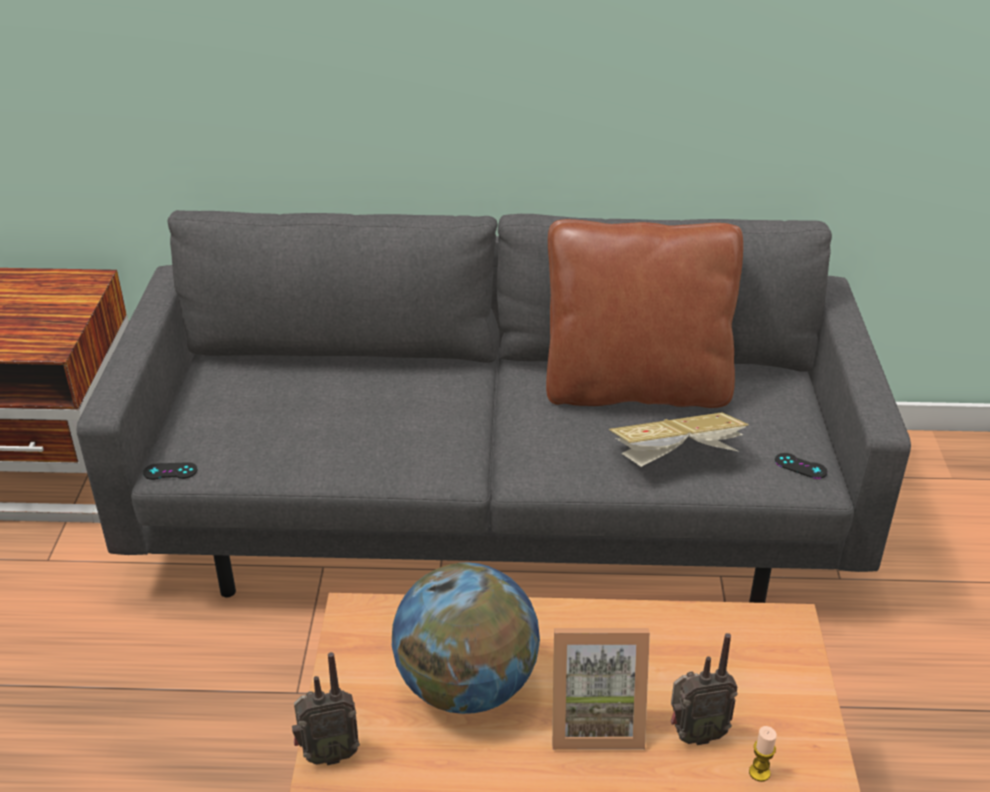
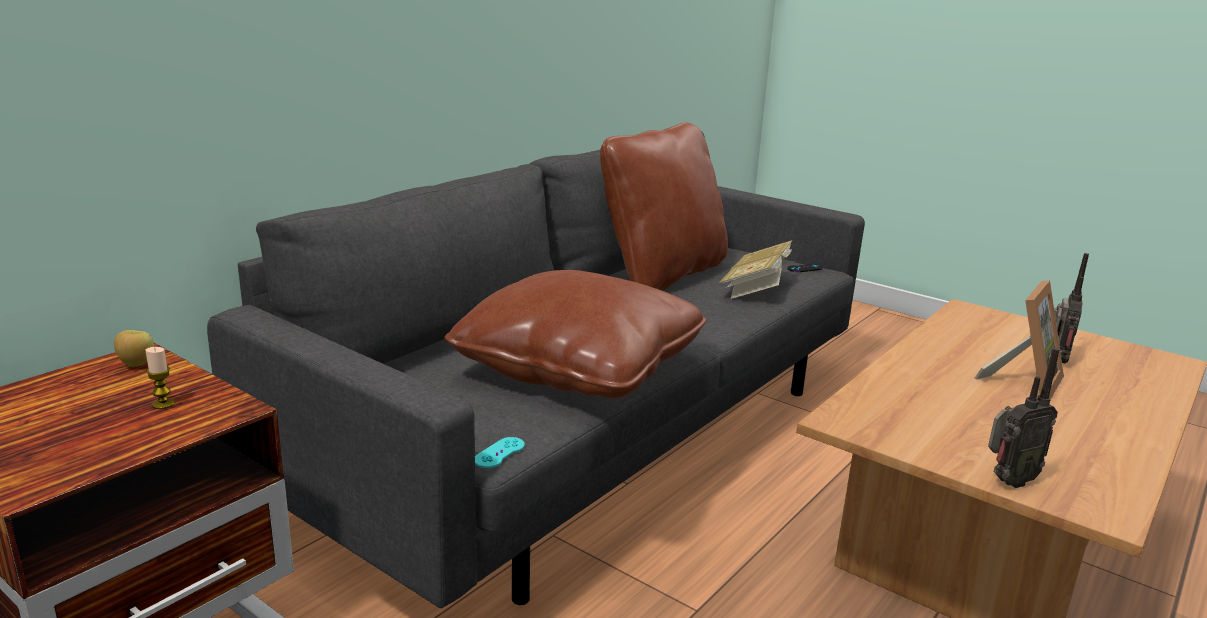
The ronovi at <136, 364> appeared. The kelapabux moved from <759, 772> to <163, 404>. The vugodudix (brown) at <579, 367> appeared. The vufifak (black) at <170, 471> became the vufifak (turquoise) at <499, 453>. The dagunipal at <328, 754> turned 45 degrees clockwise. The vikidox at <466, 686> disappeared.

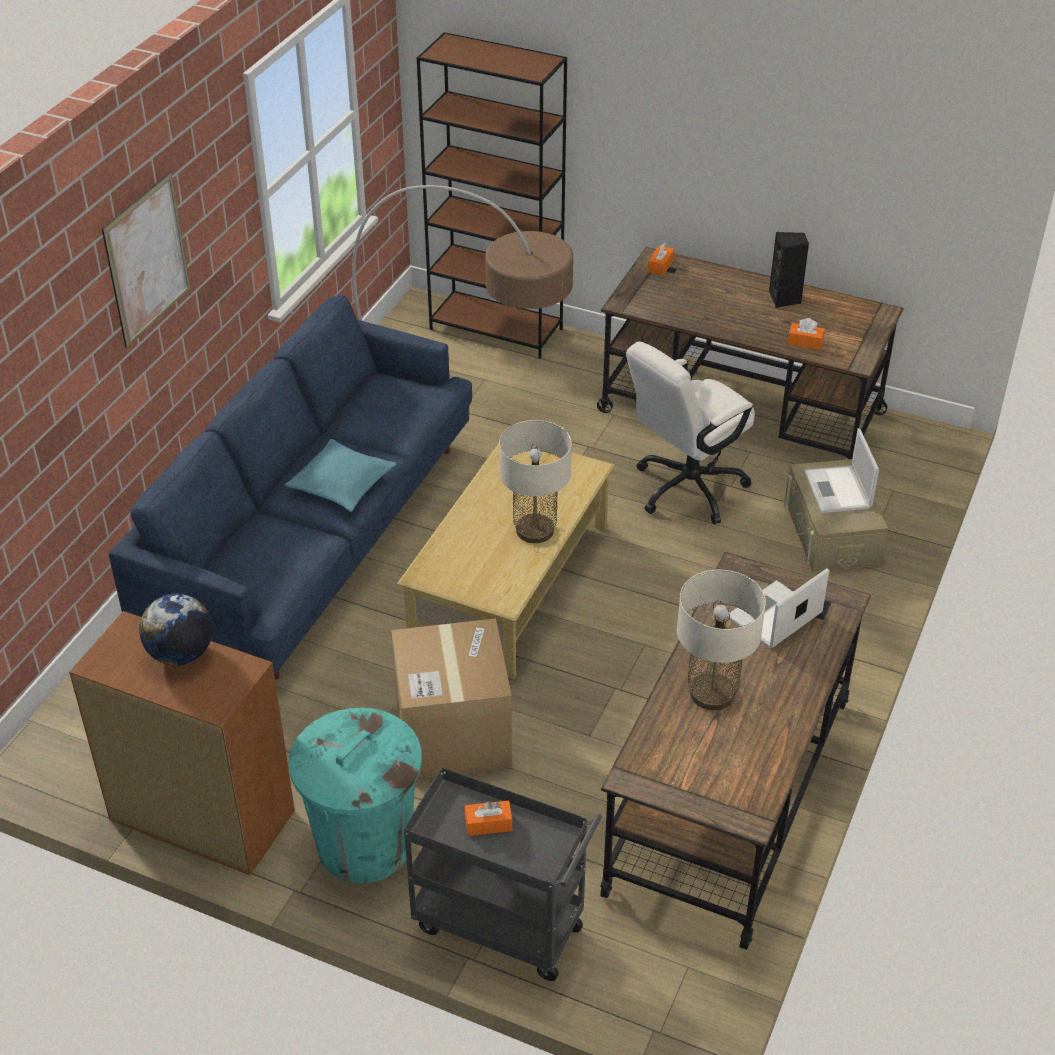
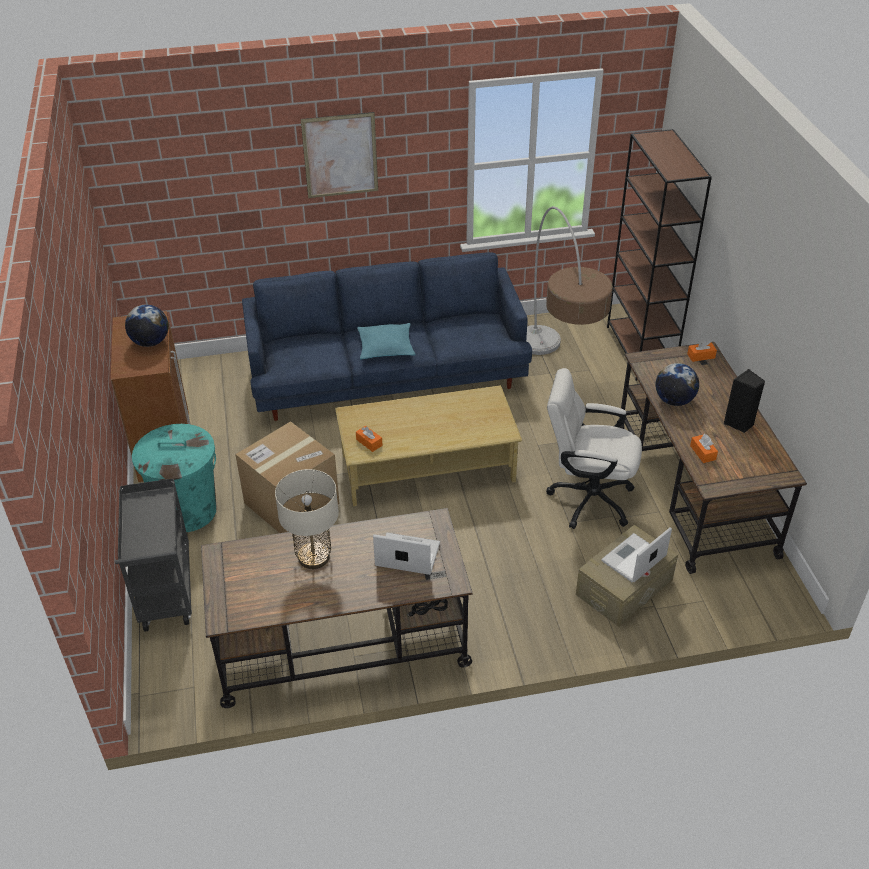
The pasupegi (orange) moved from <488, 824> to <369, 442>. The vikidox at <674, 400> appeared. The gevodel at <534, 530> disappeared.

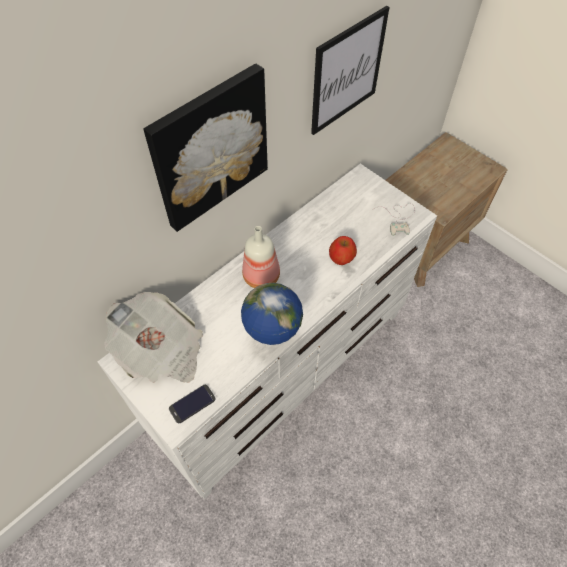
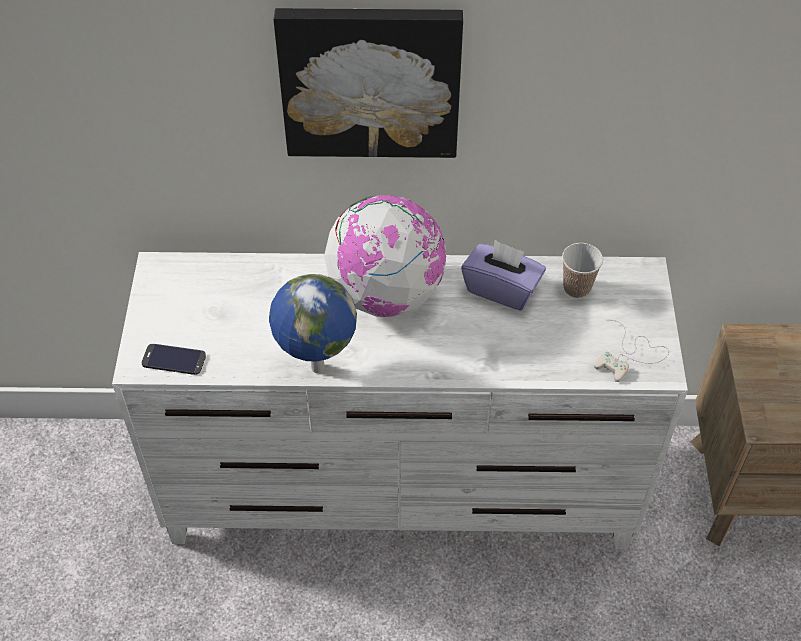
The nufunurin at <262, 275> was replaced by the vikidox at <386, 294>. The pasupegi (purple) at <501, 289> appeared. The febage at <577, 288> appeared. The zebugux at <161, 351> disappeared. The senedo at <347, 72> disappeared. The ronovi at <341, 257> disappeared.

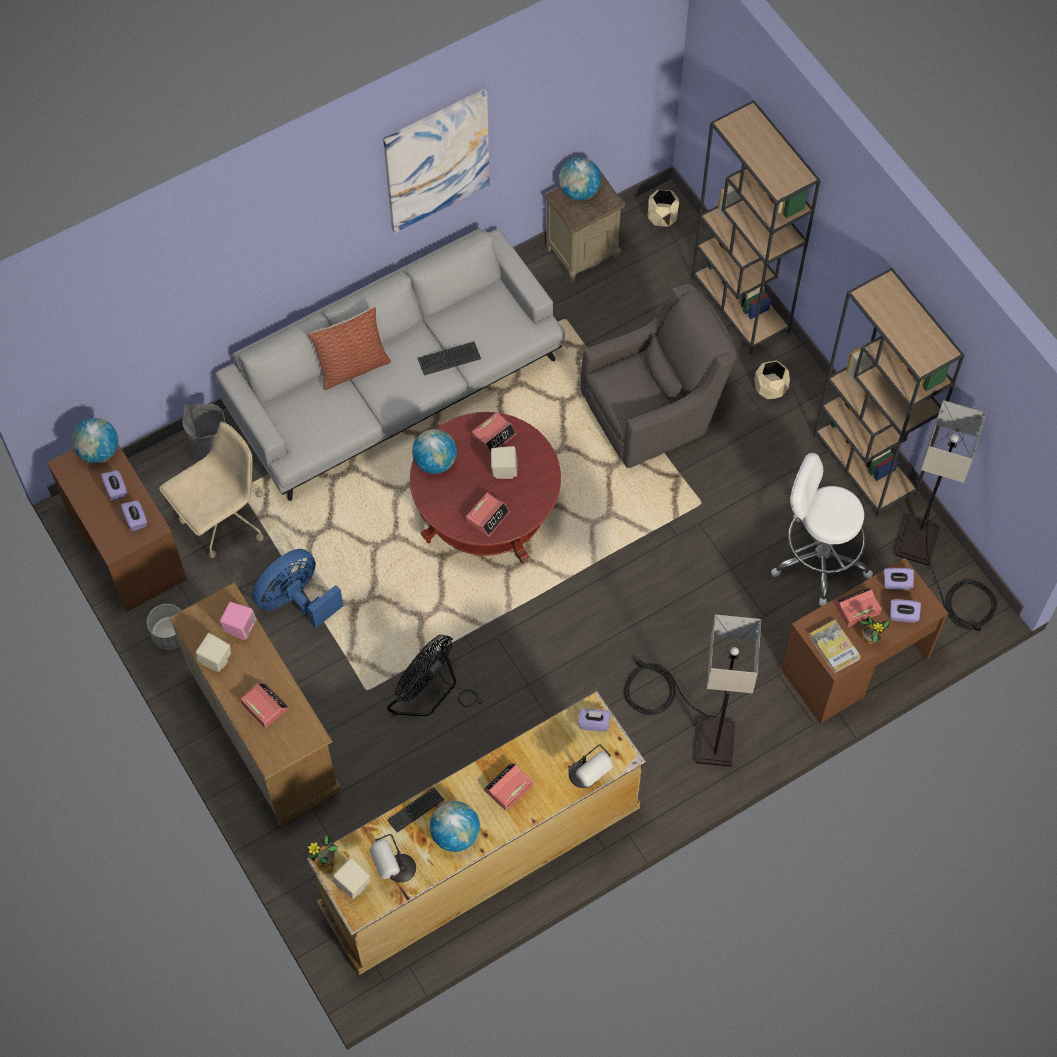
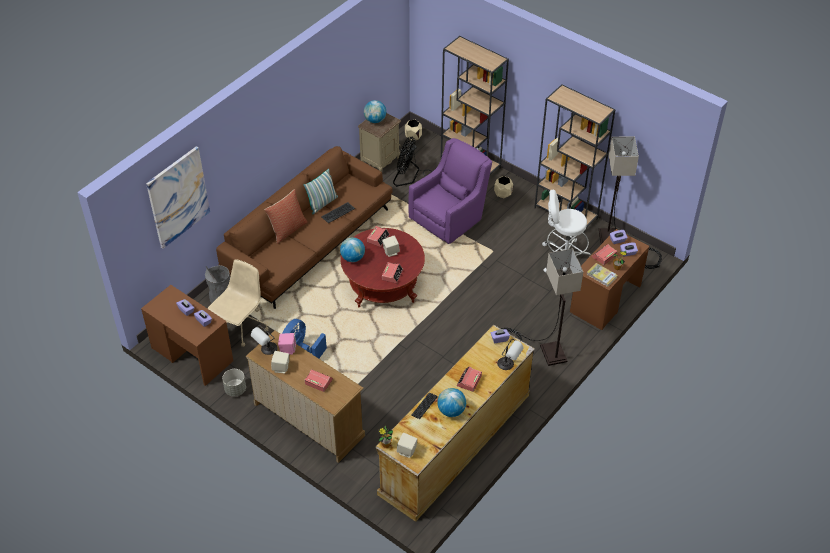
The senedo moved from <436, 160> to <178, 197>. The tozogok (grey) at <396, 387> became the tozogok (brown) at <309, 243>. The gevodel moved from <395, 871> to <266, 350>. The vugodudix at <322, 203> appeared. The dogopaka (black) moved from <434, 690> to <410, 174>. The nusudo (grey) at <654, 413> became the nusudo (purple) at <450, 219>. The vikidox at <99, 451> disappeared.

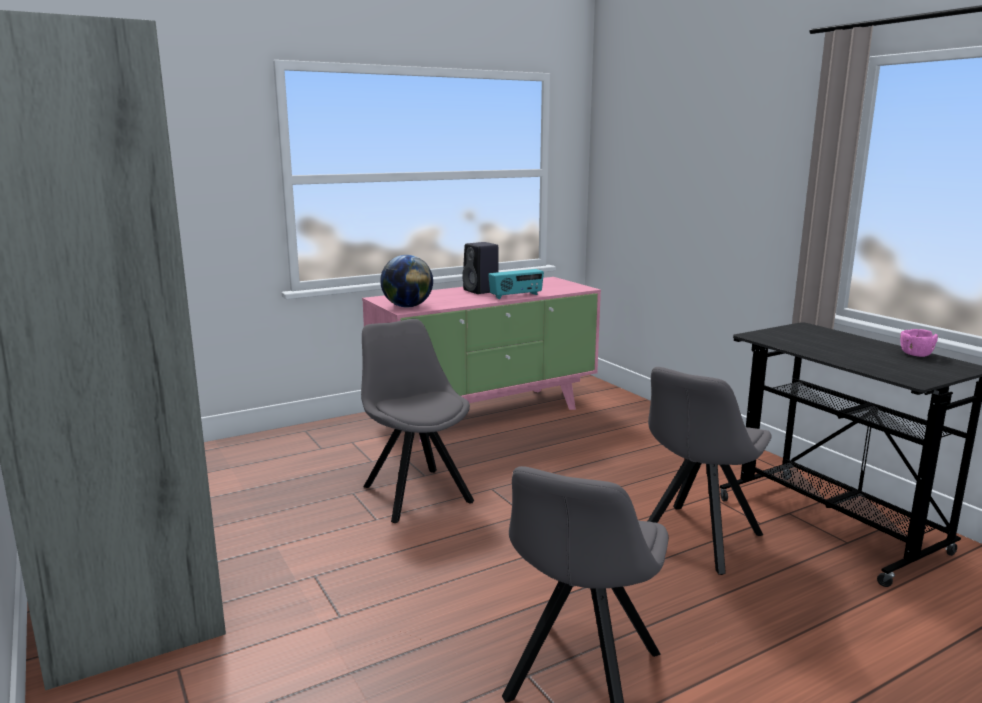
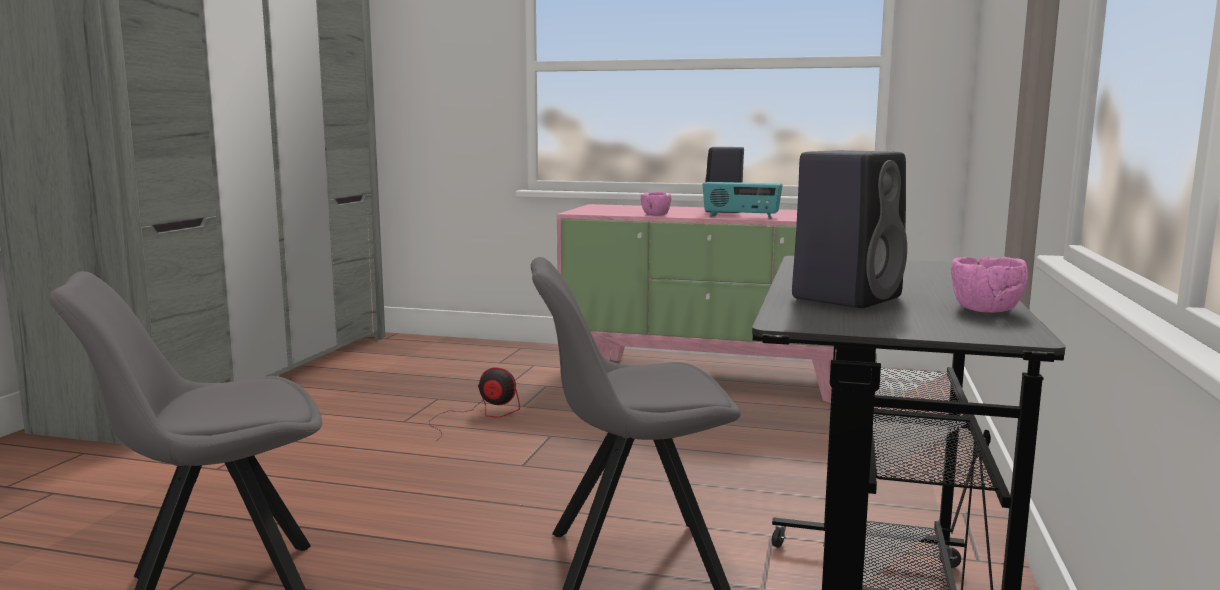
The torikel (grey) at <416, 494> was replaced by the dogopaka at <478, 416>. The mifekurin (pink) at <655, 214> appeared. The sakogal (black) at <847, 297> appeared. The vikidox at <407, 306> disappeared.

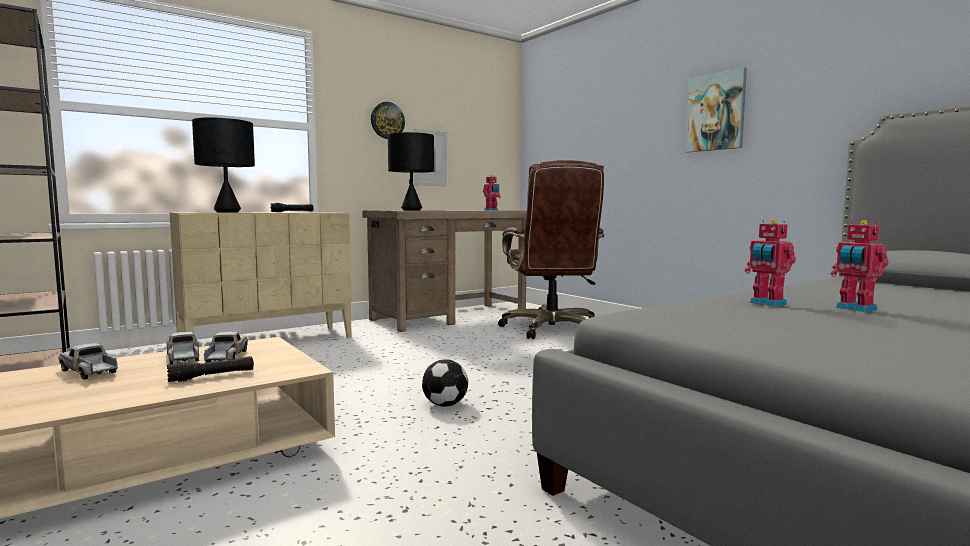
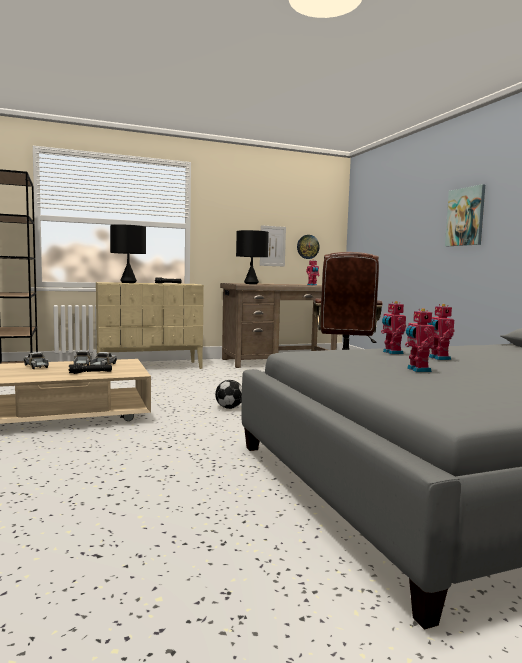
The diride moved from <387, 120> to <307, 246>. The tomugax at <417, 370> appeared.

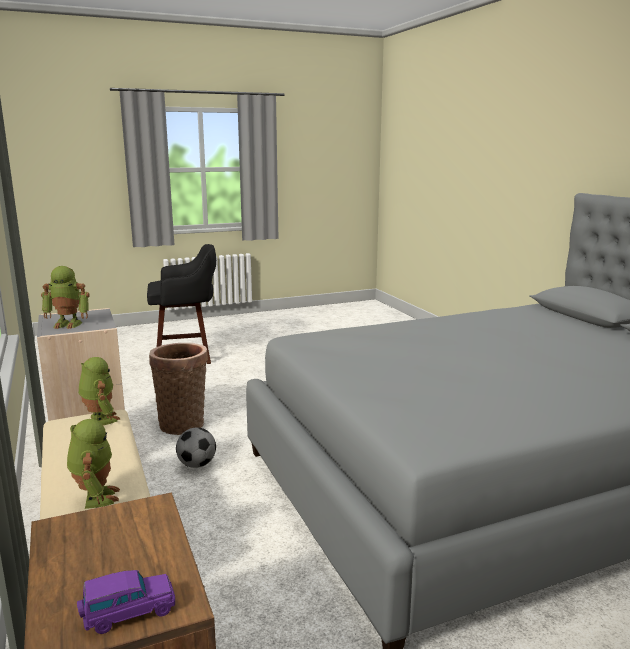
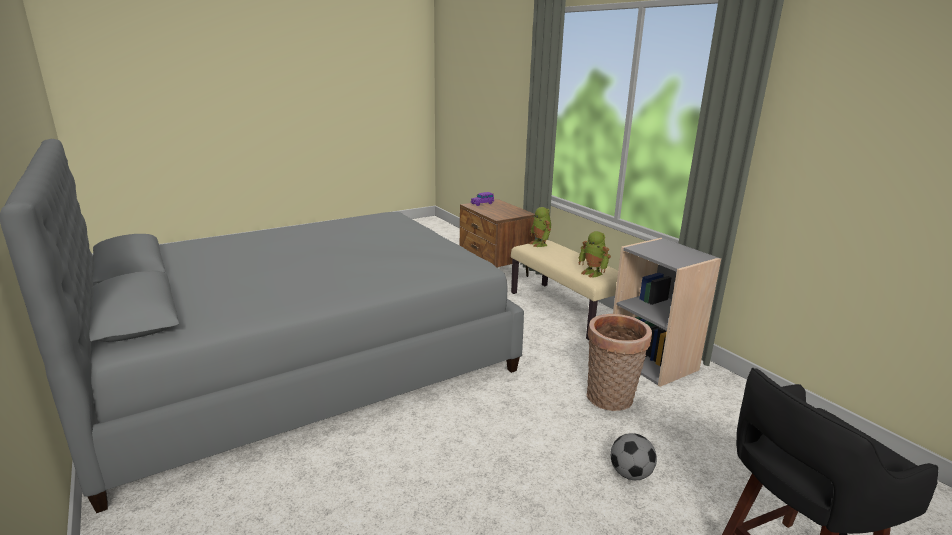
The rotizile moved from <197, 465> to <630, 473>. The tomugax at <69, 324> disappeared.

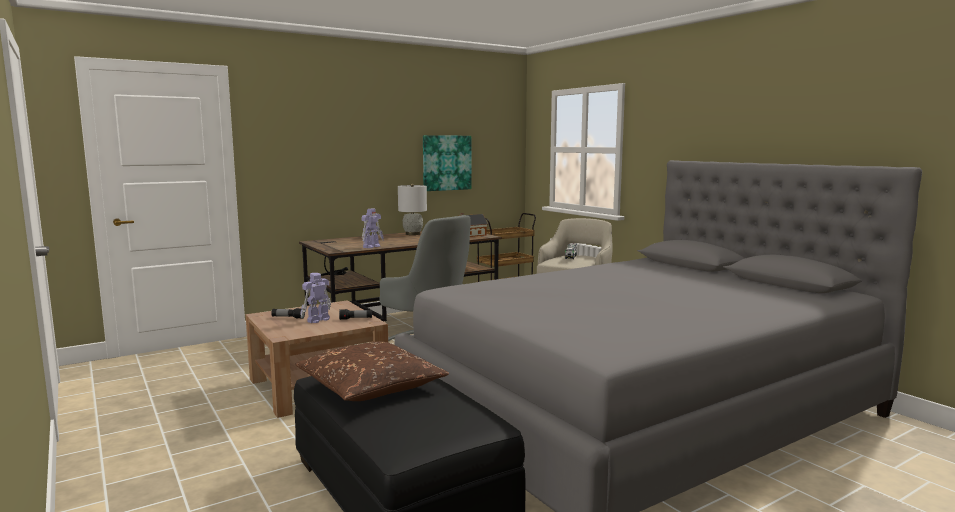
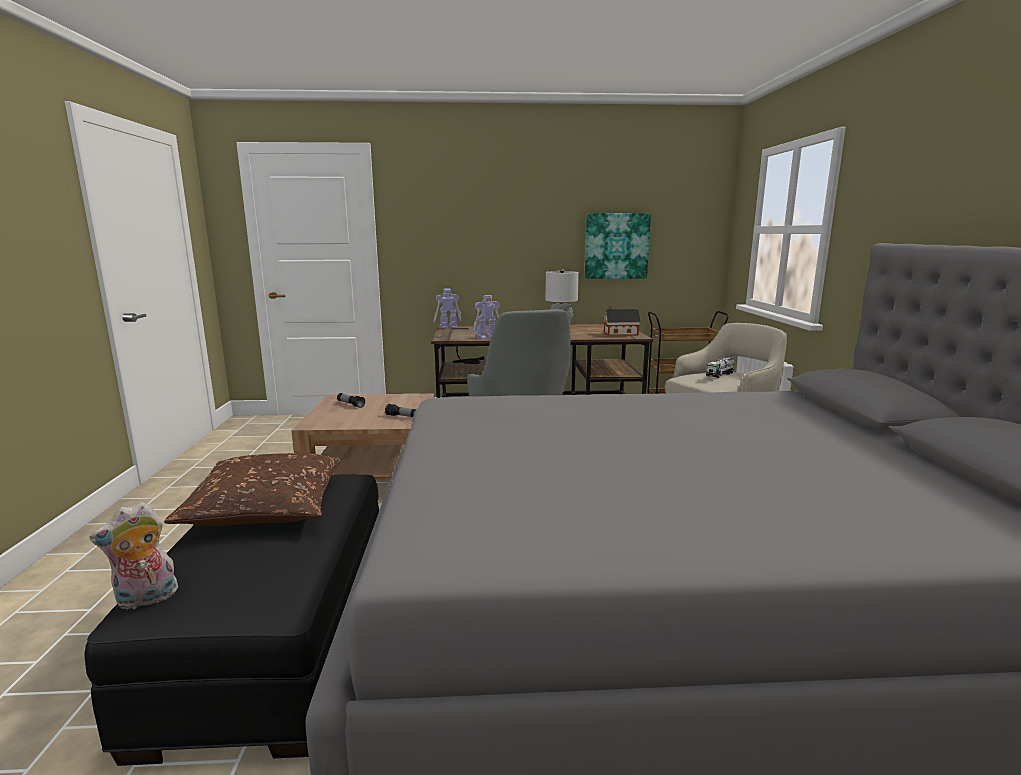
The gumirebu at <146, 600> appeared. The tomugax moved from <317, 320> to <448, 327>.

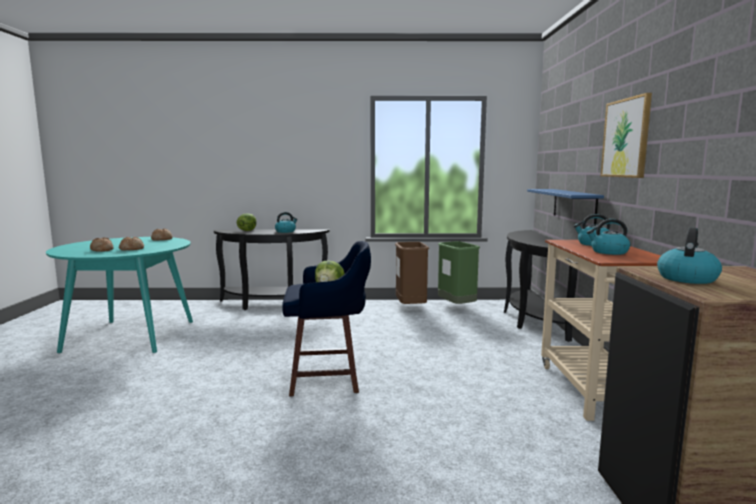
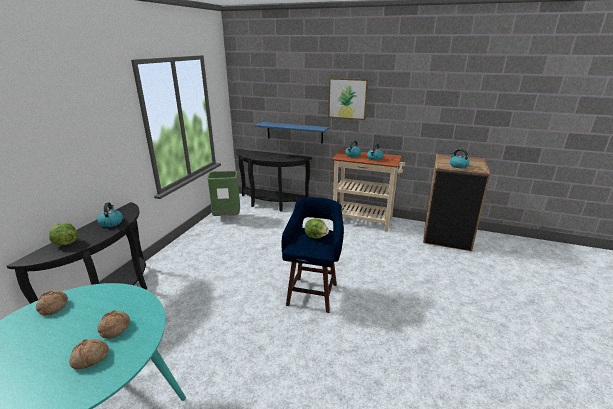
The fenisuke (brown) at <410, 308> disappeared.

